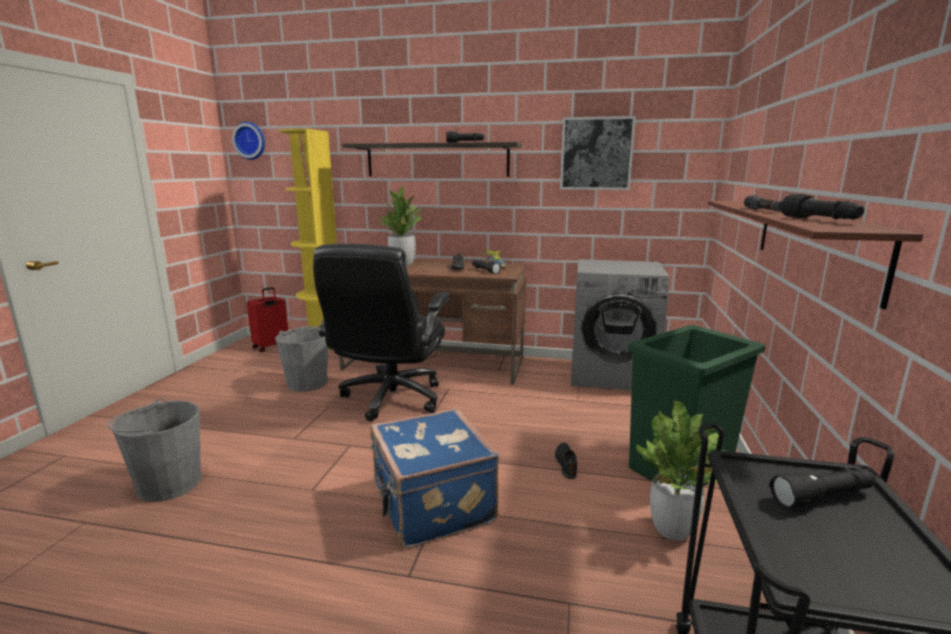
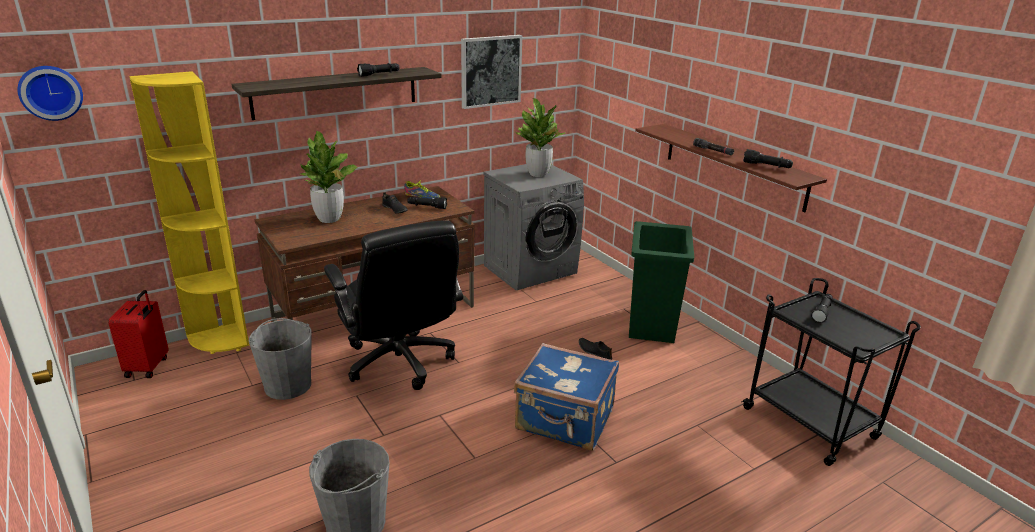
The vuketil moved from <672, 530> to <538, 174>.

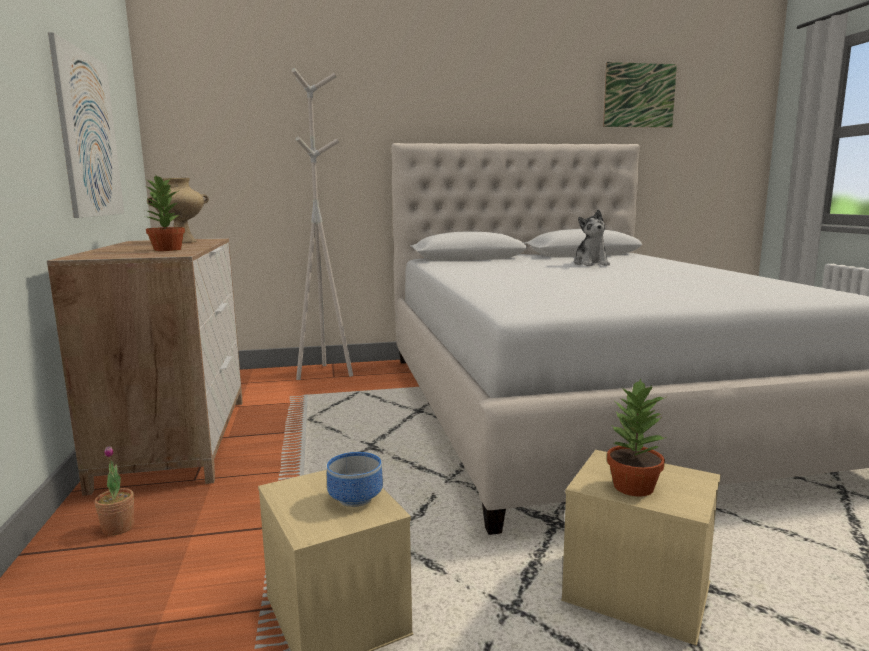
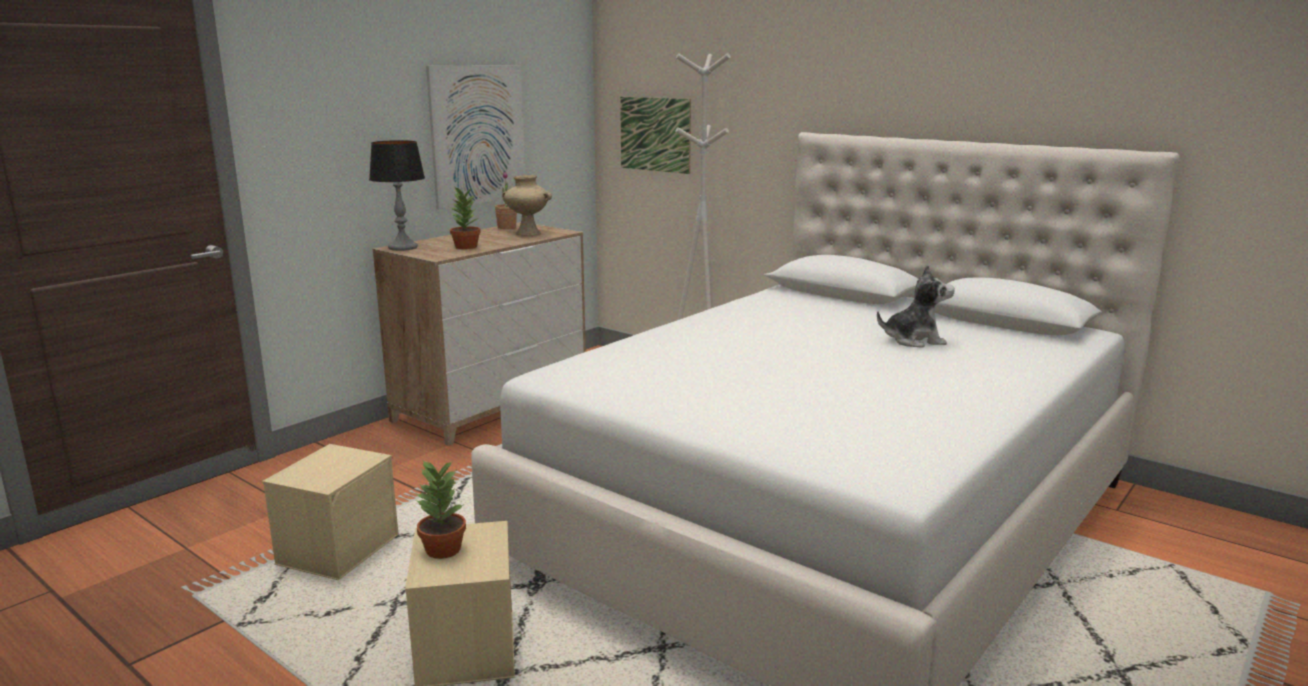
The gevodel at <403, 248> appeared. The vuketil moved from <118, 528> to <506, 227>. The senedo moved from <639, 95> to <655, 134>. The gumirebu at <591, 264> turned 135 degrees counterclockwise. The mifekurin at <358, 498> disappeared.

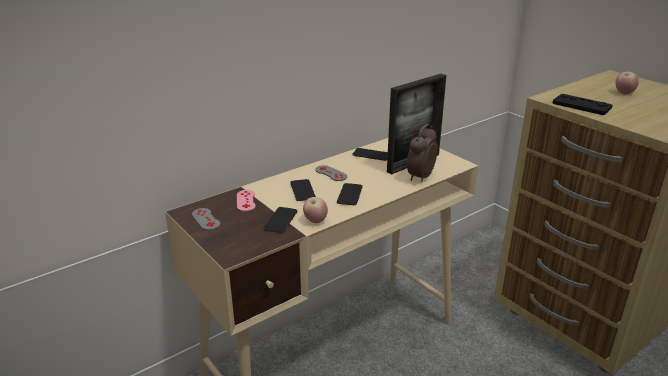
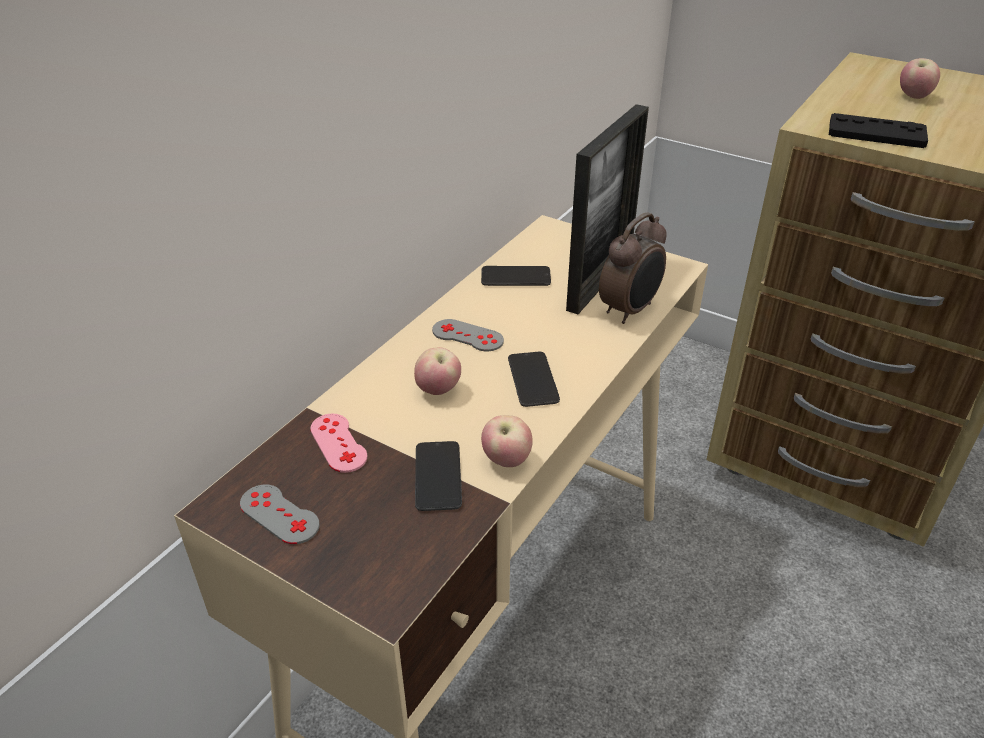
The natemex at <302, 190> was replaced by the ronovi at <438, 390>. The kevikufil at <419, 177> turned 150 degrees counterclockwise.

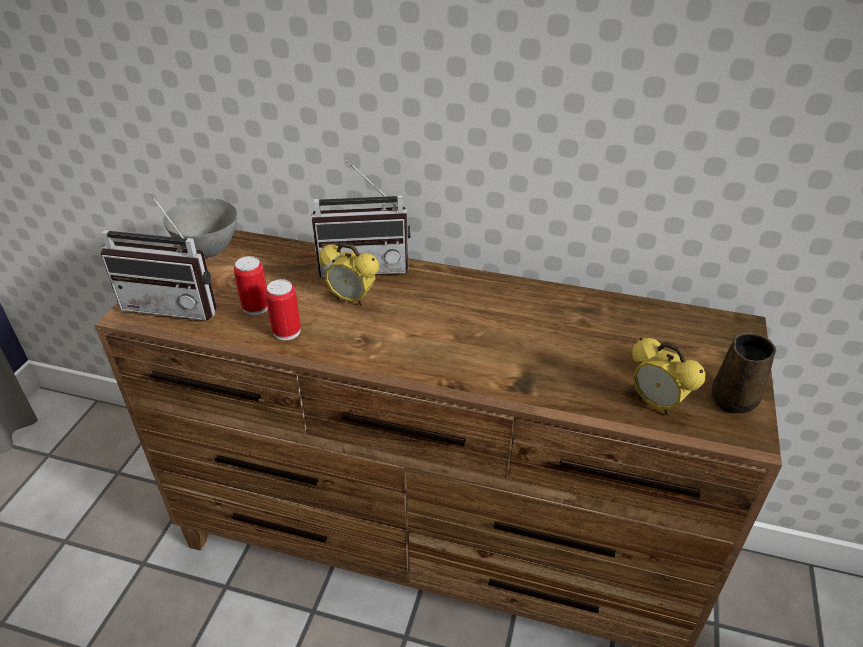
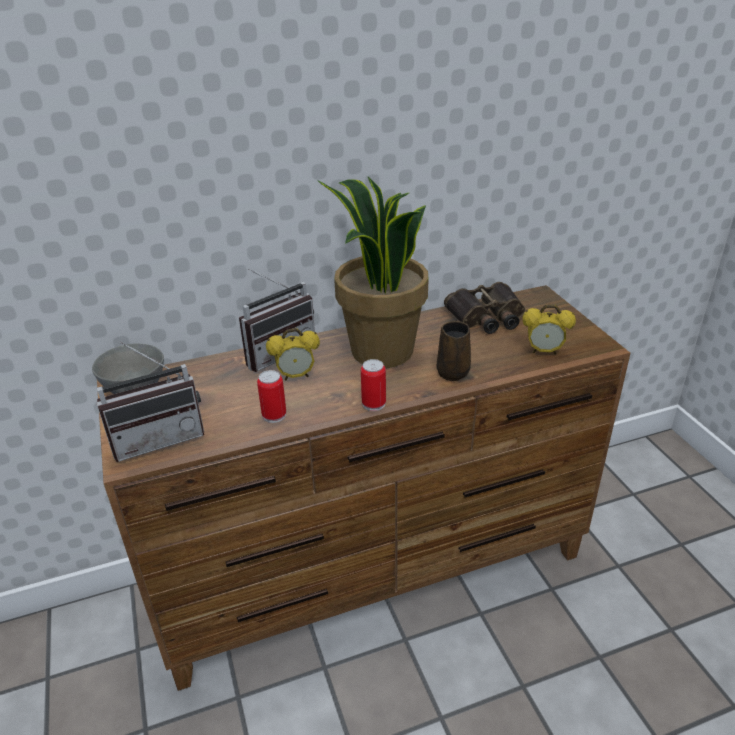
The vuketil at <381, 351> appeared. The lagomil moved from <256, 307> to <373, 404>. The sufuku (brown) moved from <735, 399> to <453, 371>. The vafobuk at <487, 317> appeared.

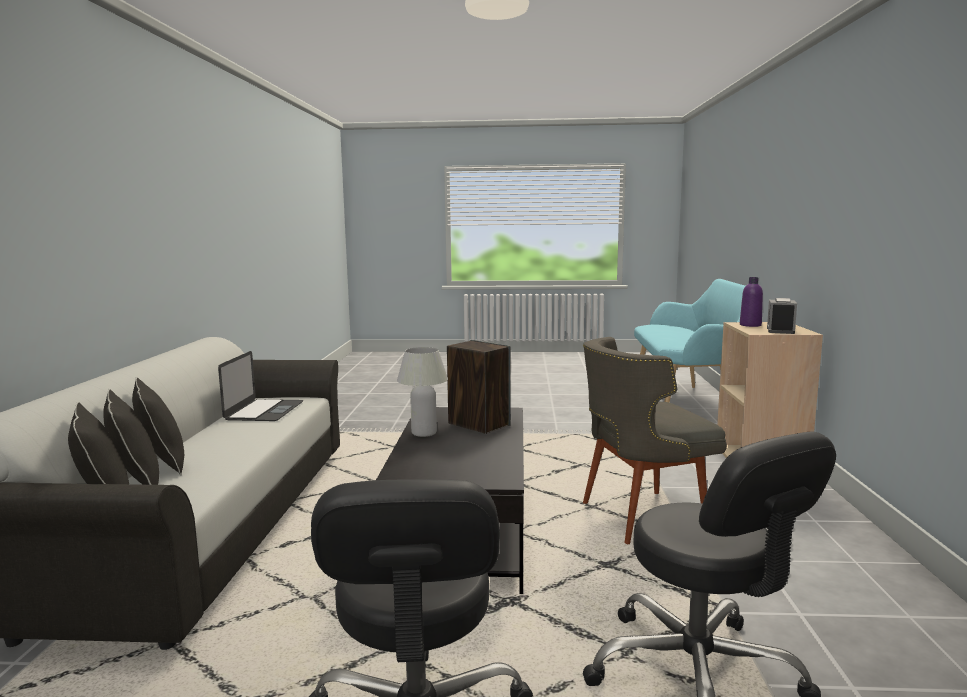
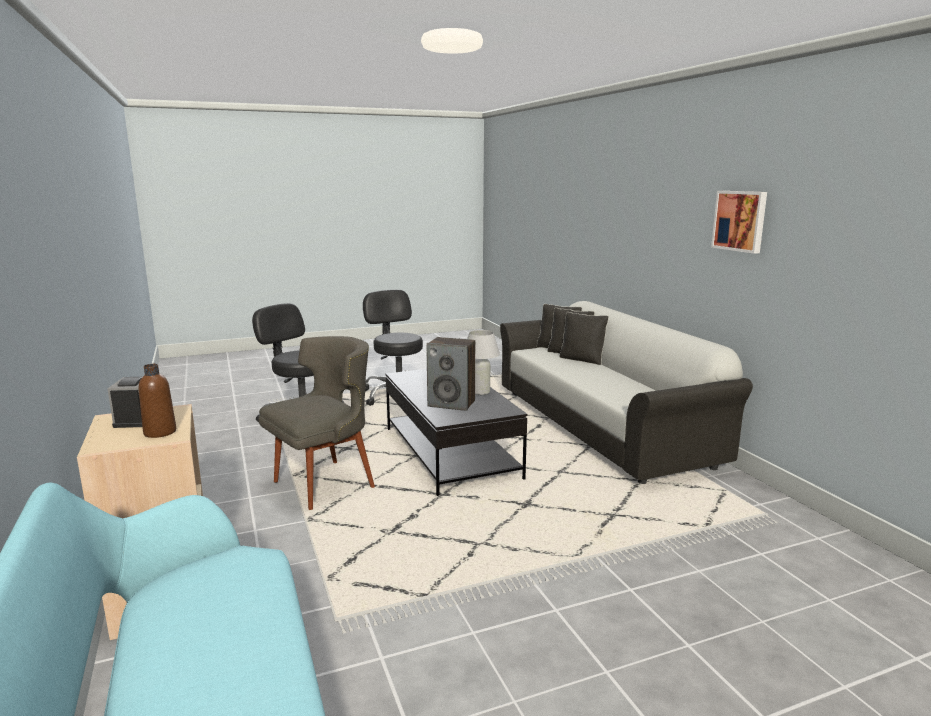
The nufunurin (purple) at <750, 325> became the nufunurin (brown) at <160, 432>. The senedo at <740, 221> appeared. The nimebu at <264, 410> disappeared.

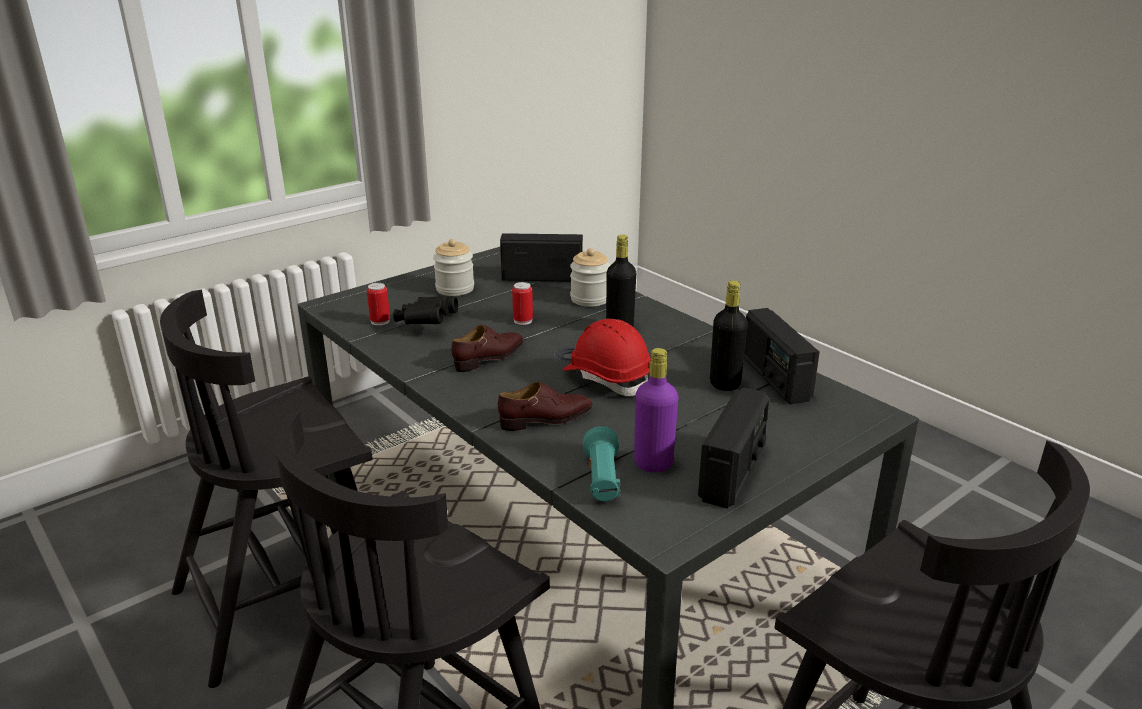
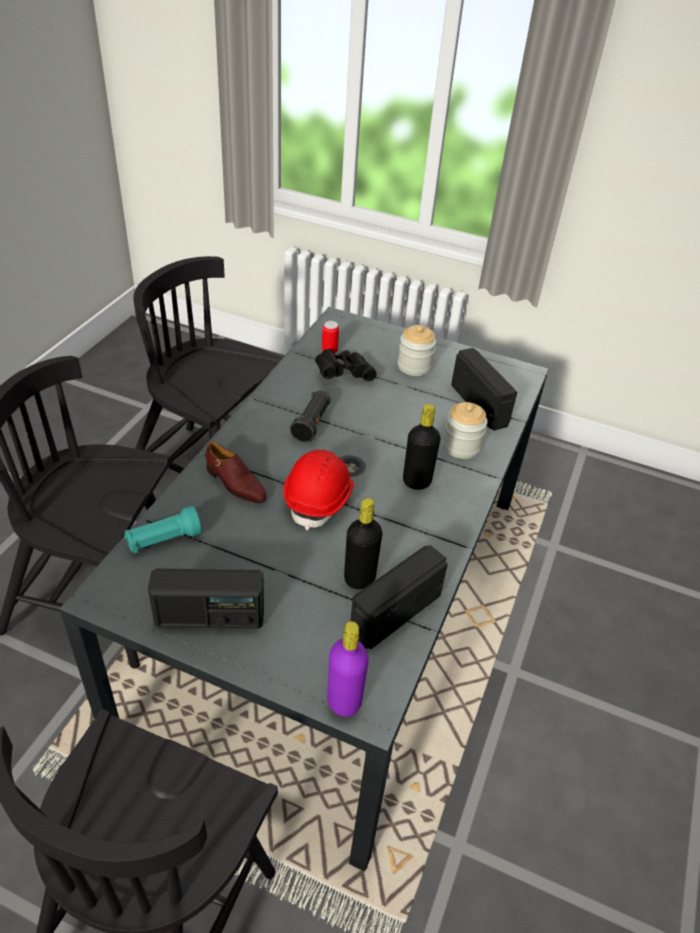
The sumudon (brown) at <490, 357> was replaced by the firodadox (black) at <312, 424>. The nufunurin (purple) moved from <653, 464> to <344, 701>. The lagomil at <523, 320> disappeared.

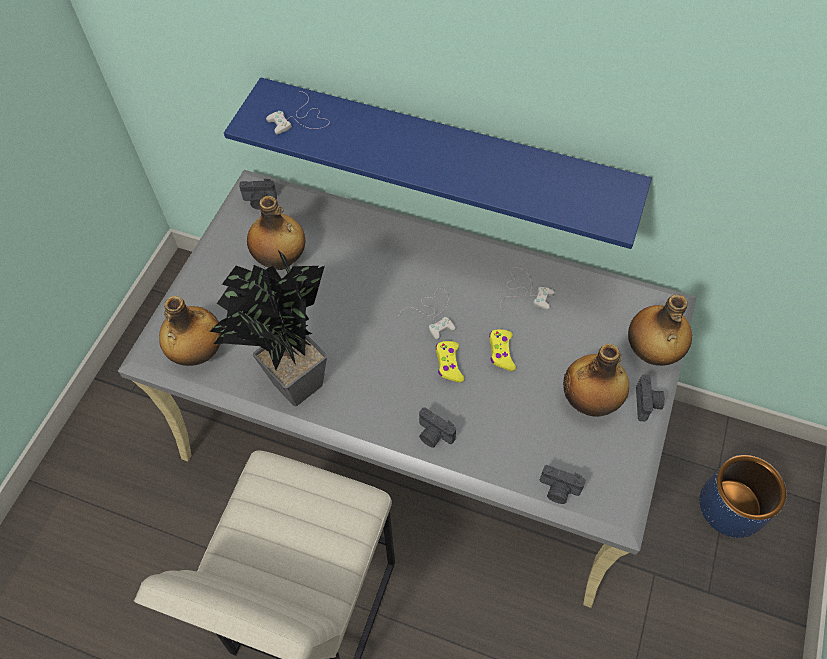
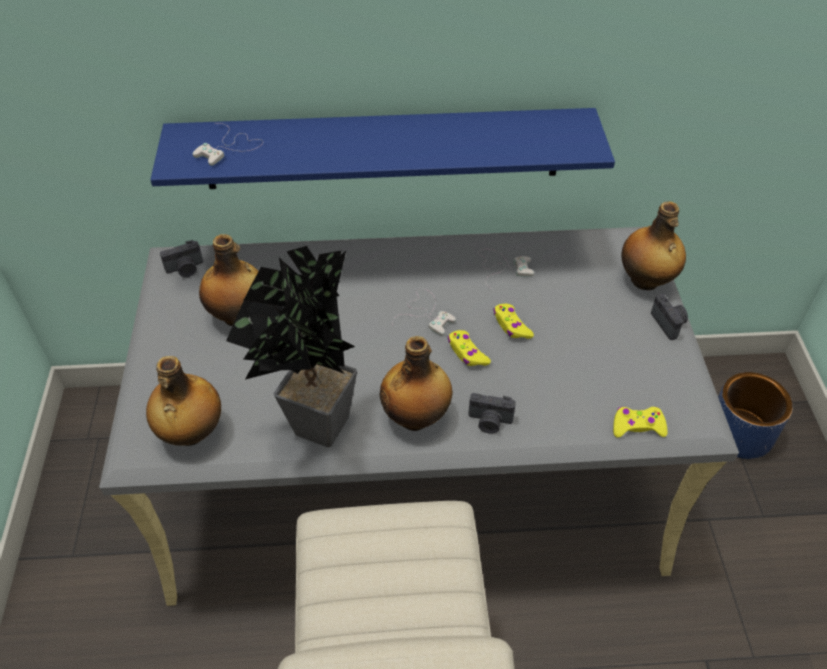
The nufunurin moved from <590, 401> to <416, 417>. The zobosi at <558, 490> was replaced by the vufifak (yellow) at <637, 426>.

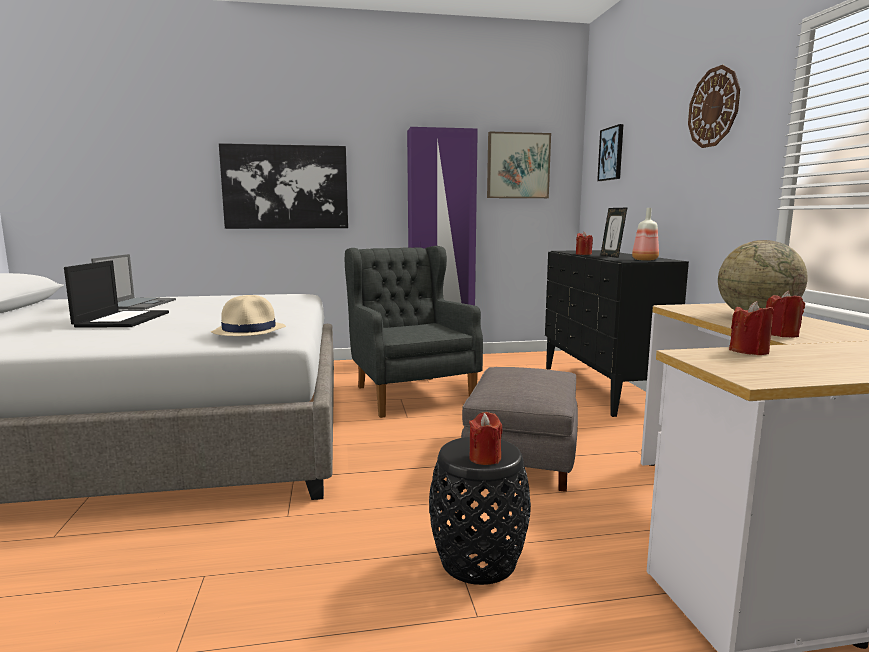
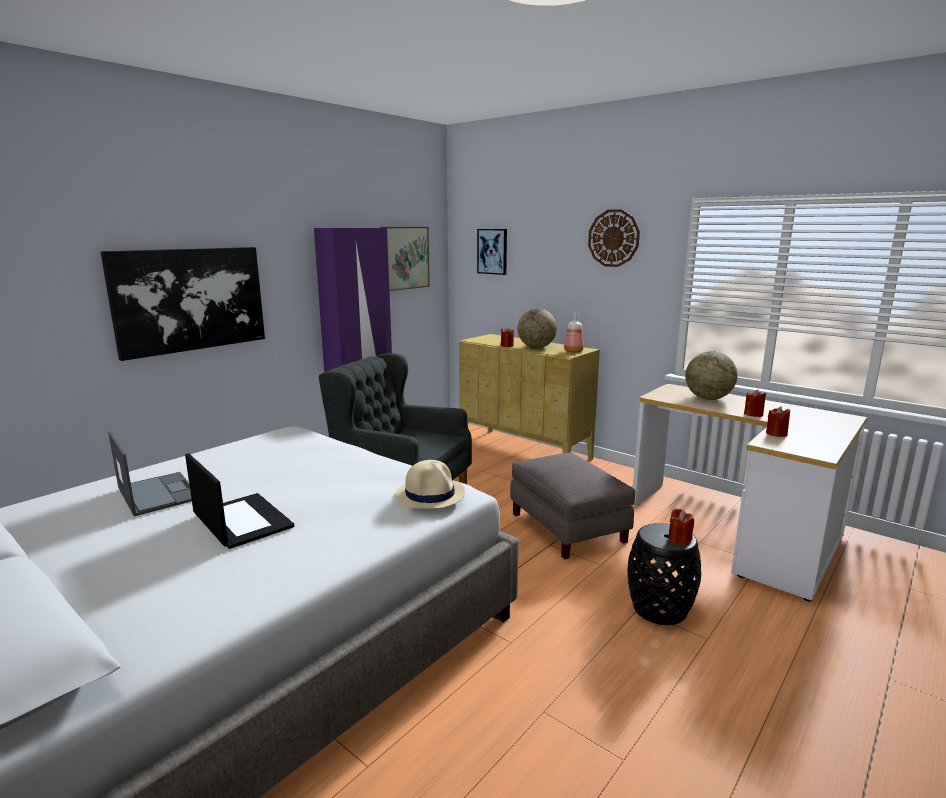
The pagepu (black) at <600, 388> became the pagepu (beige) at <524, 451>. The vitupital at <611, 256> was replaced by the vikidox at <536, 347>.

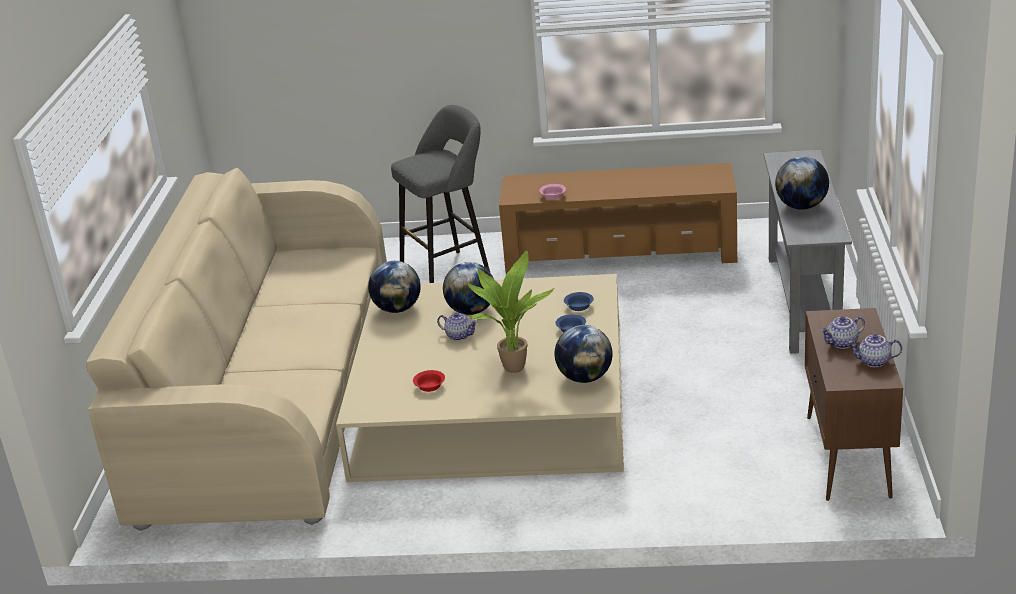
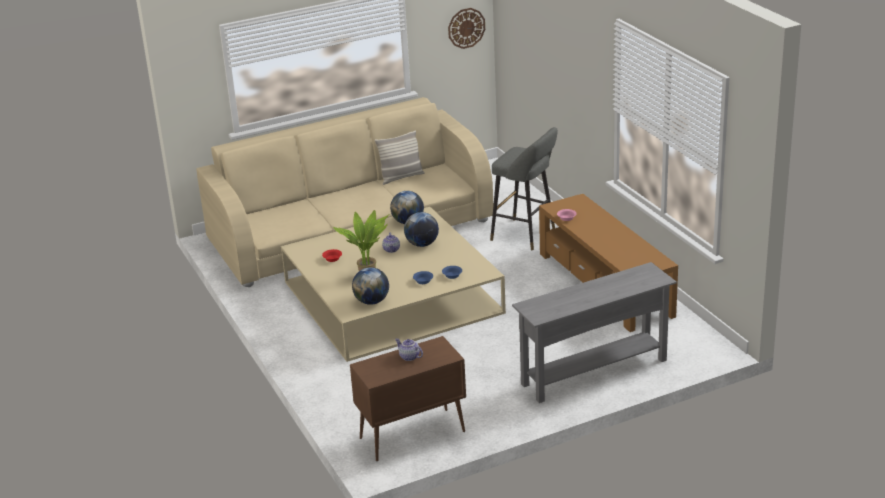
The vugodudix at <401, 177> appeared. The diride at <466, 28> appeared. The vikidox at <801, 206> disappeared. The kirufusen at <874, 362> disappeared.

